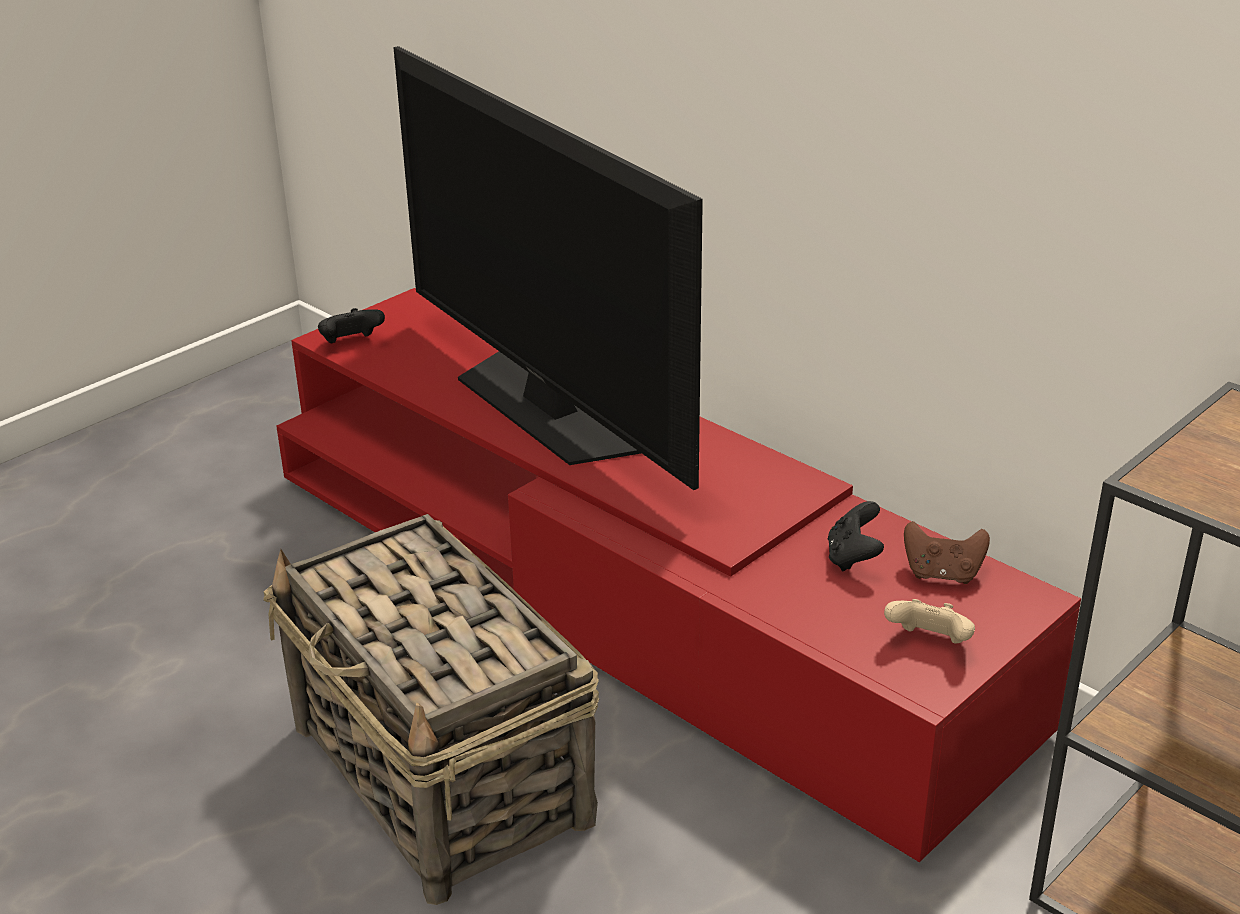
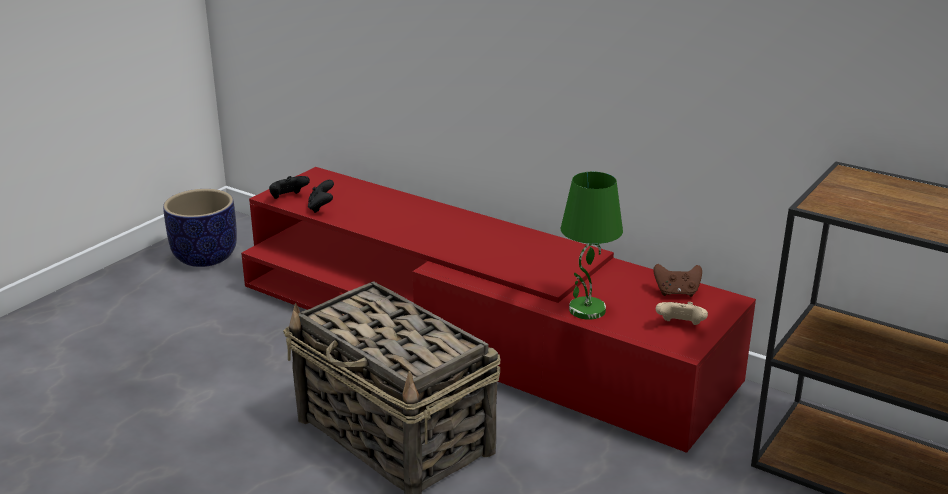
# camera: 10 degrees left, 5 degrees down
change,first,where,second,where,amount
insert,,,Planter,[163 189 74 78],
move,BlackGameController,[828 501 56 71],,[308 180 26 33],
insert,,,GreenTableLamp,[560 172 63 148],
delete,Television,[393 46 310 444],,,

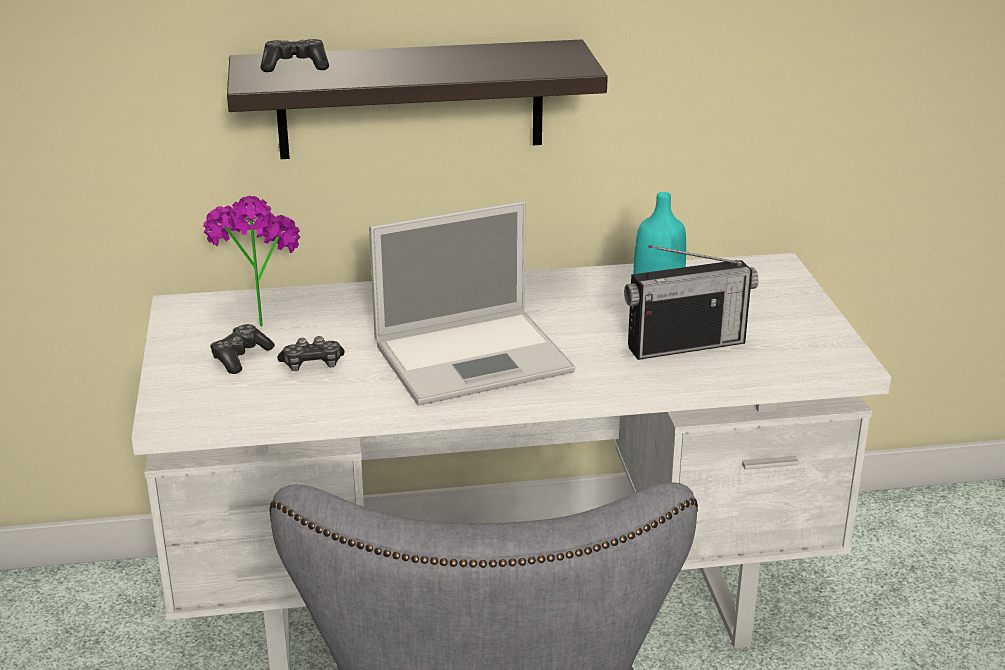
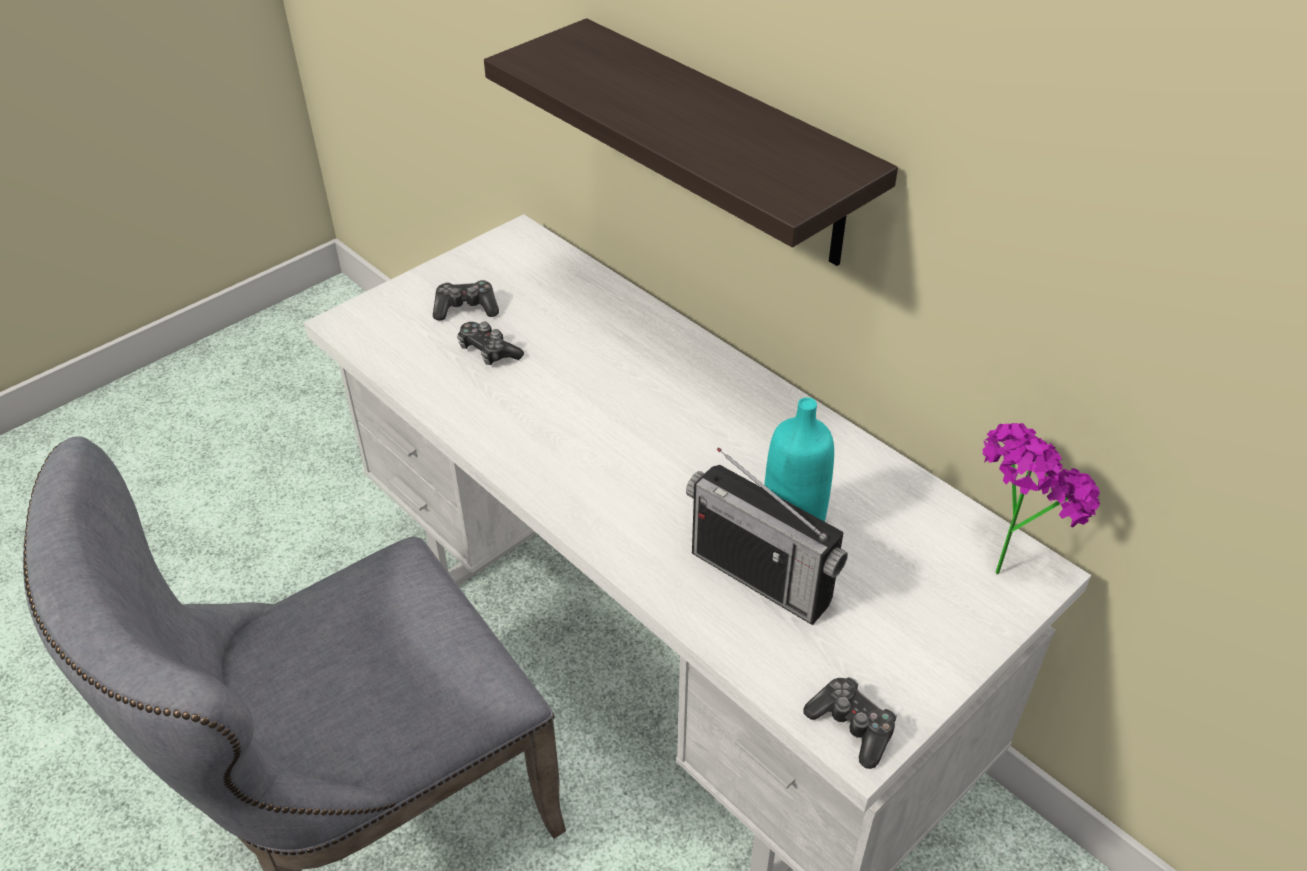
# camera: 55 degrees right, 15 degrees up
change,first,where,second,where,amount
move,GameController,[261 39 68 33],,[803 677 94 92],
move,PottedPlant,[203 196 97 130],,[983 423 117 151],
delete,Laptop,[369 201 206 205],,,

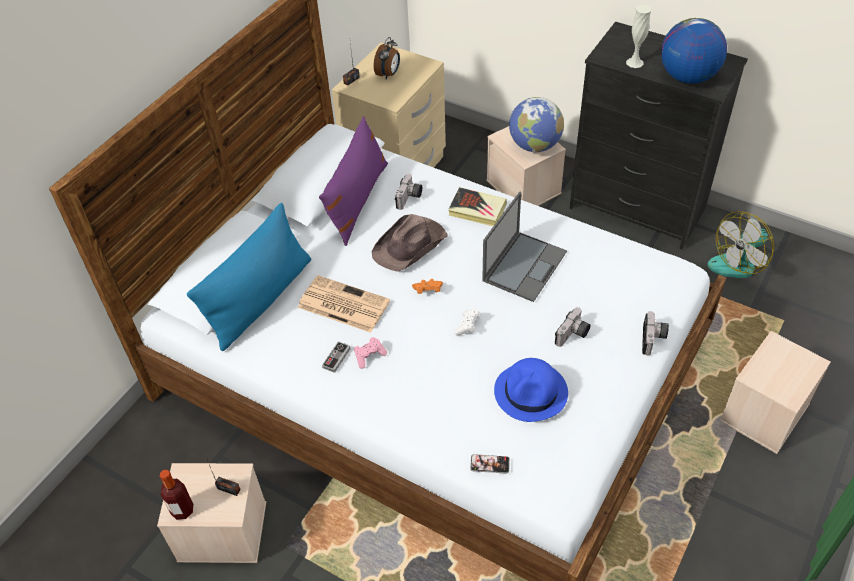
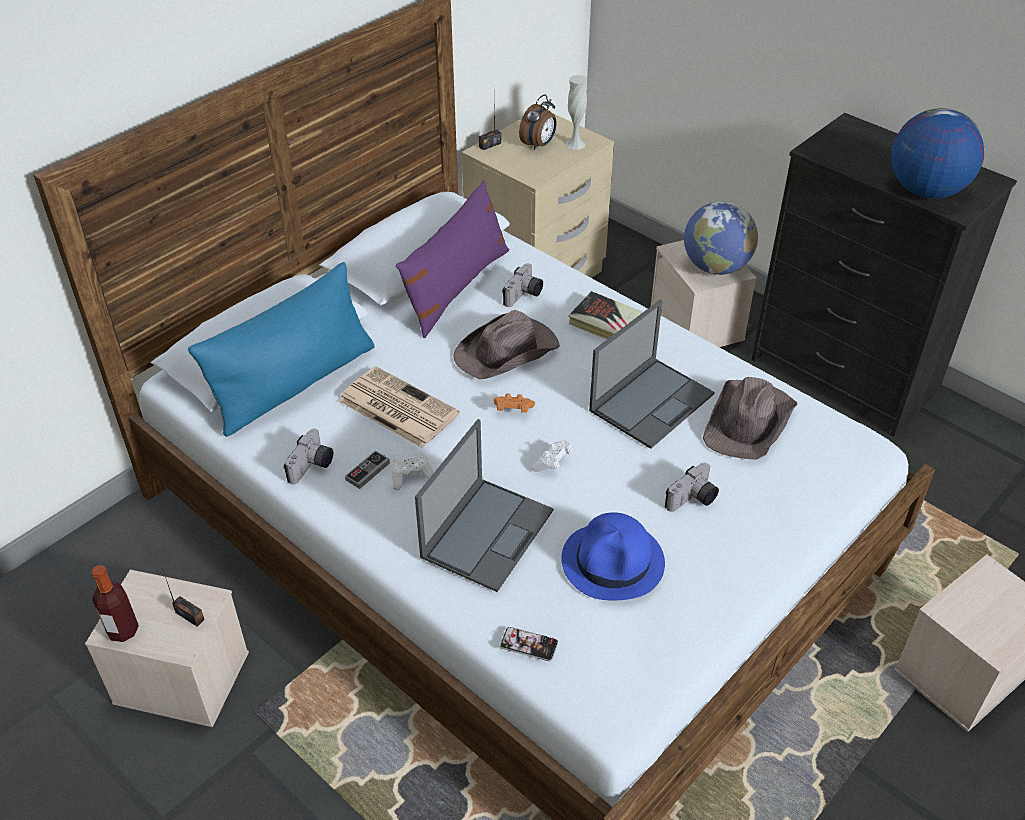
# camera: 10 degrees right, 5 degrees down
change,first,where,second,where,amount
move,PhotoCamera,[642 311 27 44],,[284 429 49 55],
recolor,PinkGameController,[354 337 33 32],WhiteGameController,[391 452 43 38],
insert,,,Laptop,[415 419 139 173],
move,WhiteVase,[626 5 26 63],,[565 75 22 75],
insert,,,BrownHat,[703 377 94 83],
delete,Fan,[707 211 67 67],,,

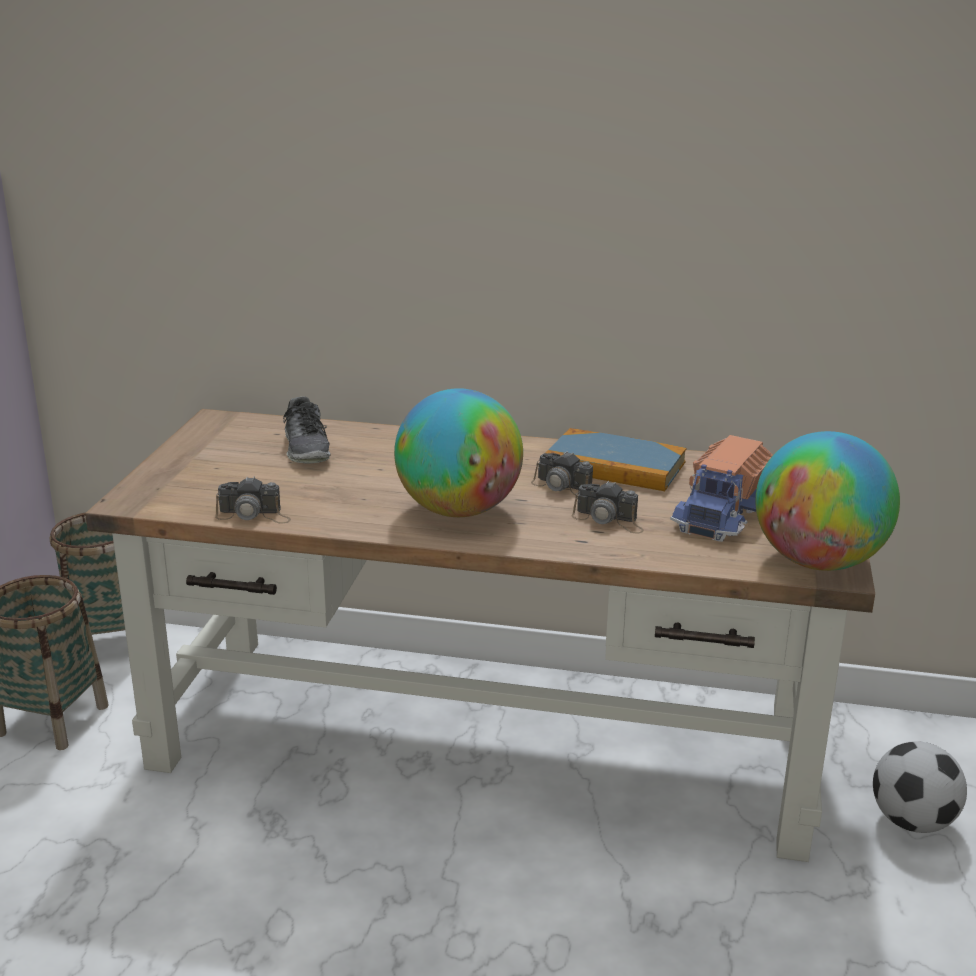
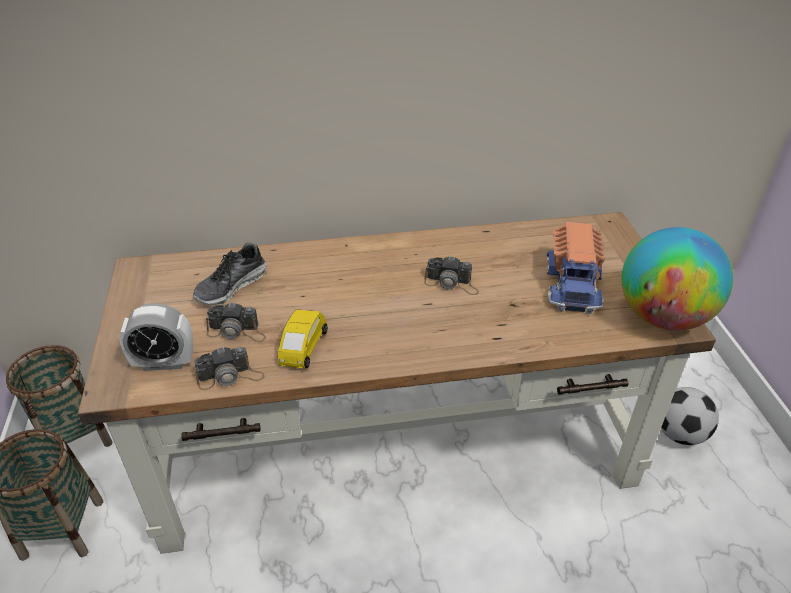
# camera: 20 degrees left, 15 degrees up
change,first,where,second,where,amount
insert,,,AlarmClock,[119 303 74 68],
rotate,Shoe,[283 397 48 66],,[193 242 74 63],75 degrees clockwise
move,PhotoCamera,[572 481 72 52],,[206 302 60 40],
insert,,,YellowToyCar,[278 309 50 60],
delete,Globe,[394 388 129 129],,,
delete,Book,[546 428 141 63],,,

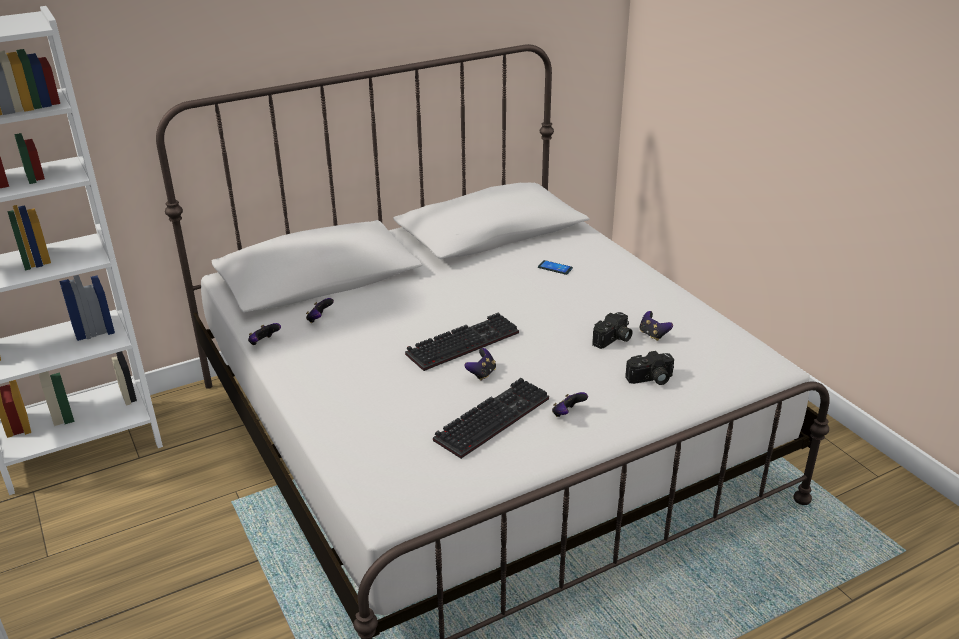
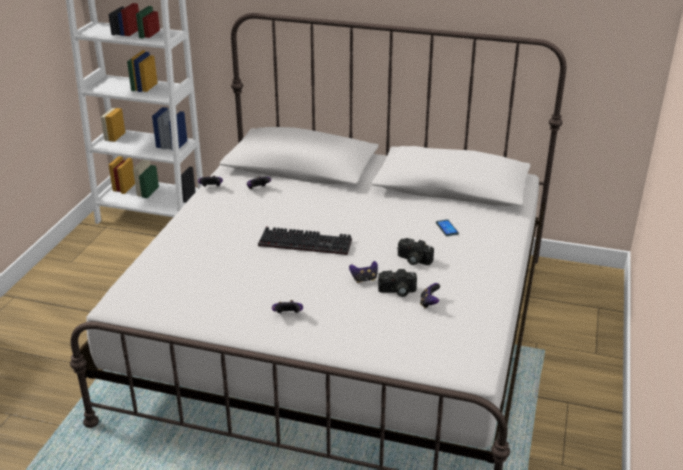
# camera: 45 degrees right, 0 degrees up
change,first,where,second,where,amount
move,GameController,[464 348 32 33],,[349 261 29 22],
move,PhotoCamera,[625 351 49 34],,[397 238 37 27],
delete,Keyboard,[433 378 116 81],,,

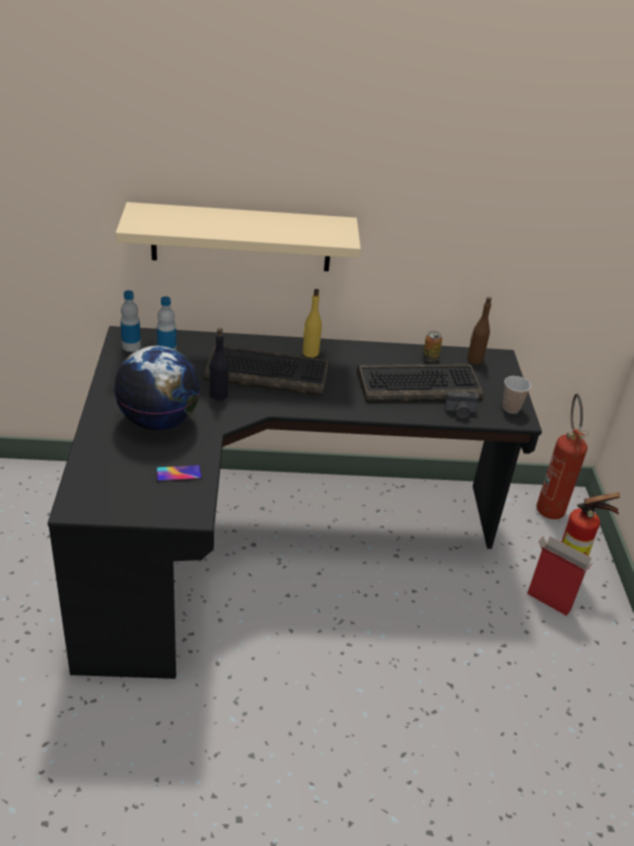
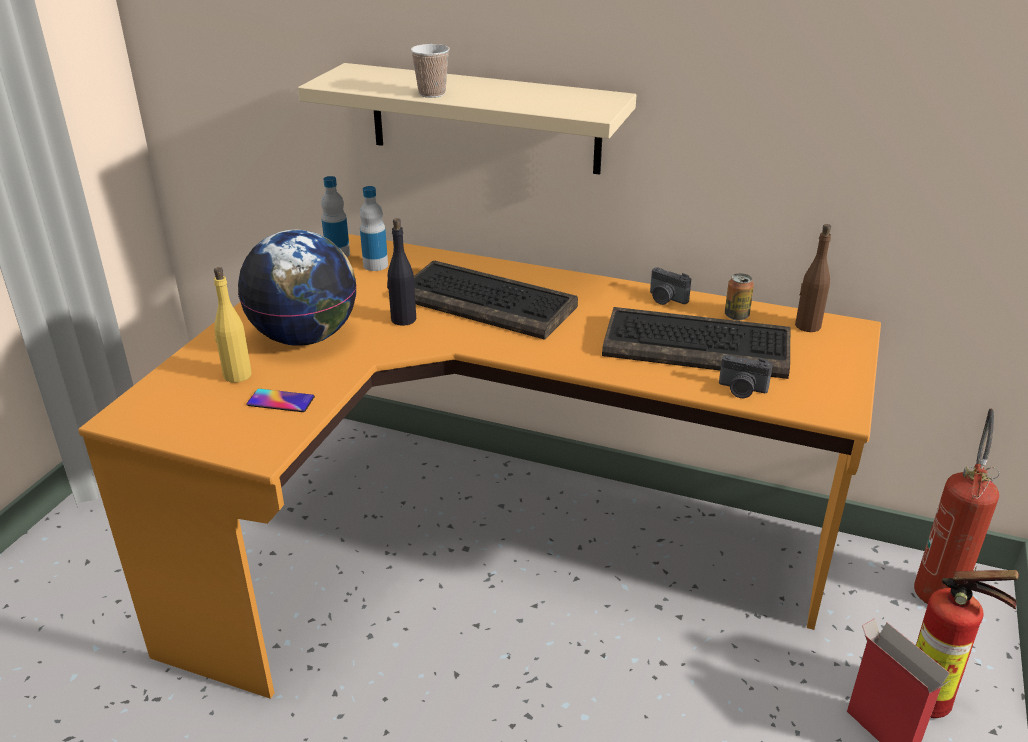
# camera: 25 degrees right, 5 degrees down
change,first,where,second,where,amount
recolor,BlackDesk,[48 326 494 353],OrangeDesk,[78 234 803 465],
move,YellowBottle,[302 289 20 68],,[214 267 38 116],
move,Cup,[502 376 29 37],,[411 44 39 54],
insert,,,PhotoCamera,[650 267 41 38],

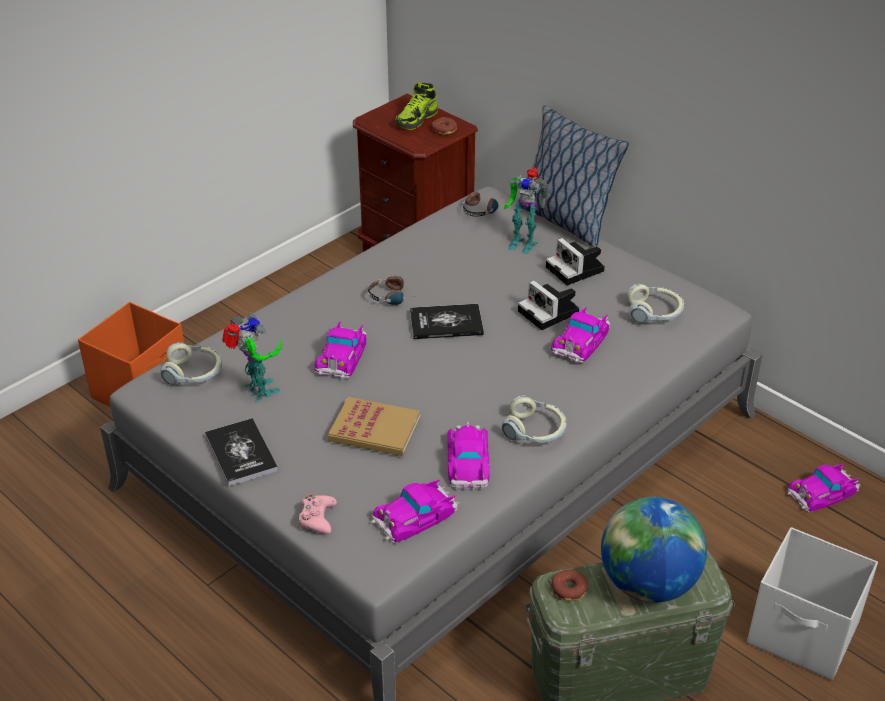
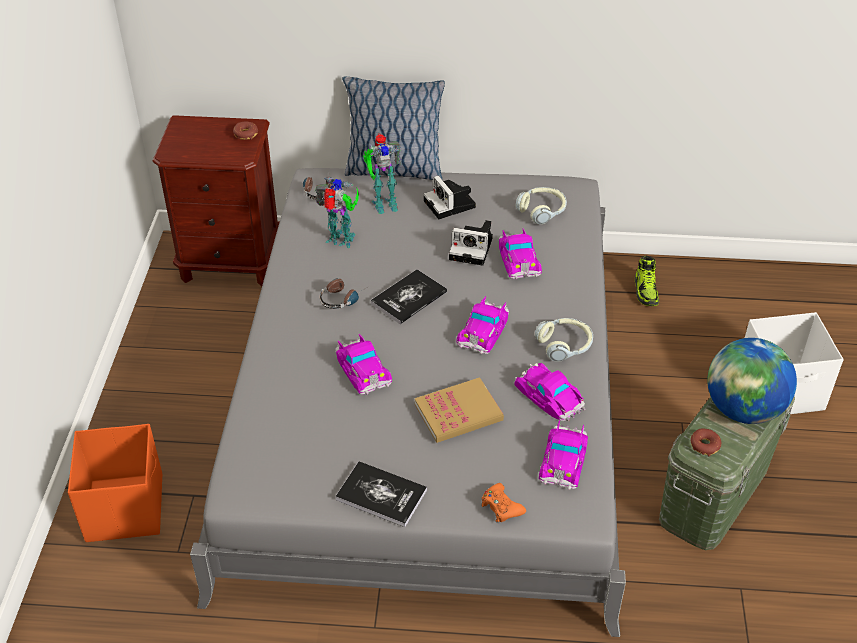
# camera: 40 degrees left, 5 degrees up
change,first,where,second,where,amount
move,ToyRobot,[222 312 60 90],,[315 177 44 71],
rotate,PhotoCamera,[546 238 59 47],,[423 176 53 43],45 degrees clockwise
move,ToyCar,[787 464 73 48],,[456 296 53 58],
recolor,PinkGameController,[298 495 39 39],OrangeGameController,[481 483 45 40],
move,Shoe,[395 82 43 48],,[635 256 24 50],
delete,Headphones,[160 342 63 43],,,

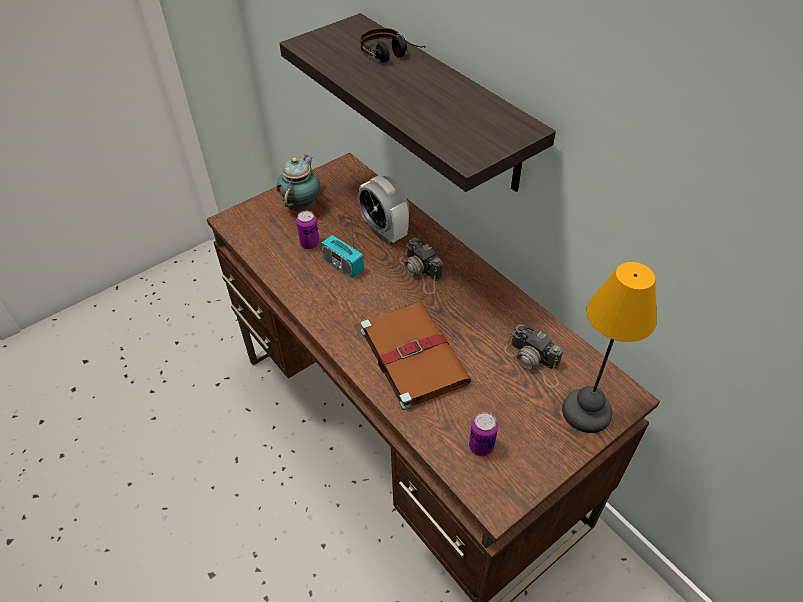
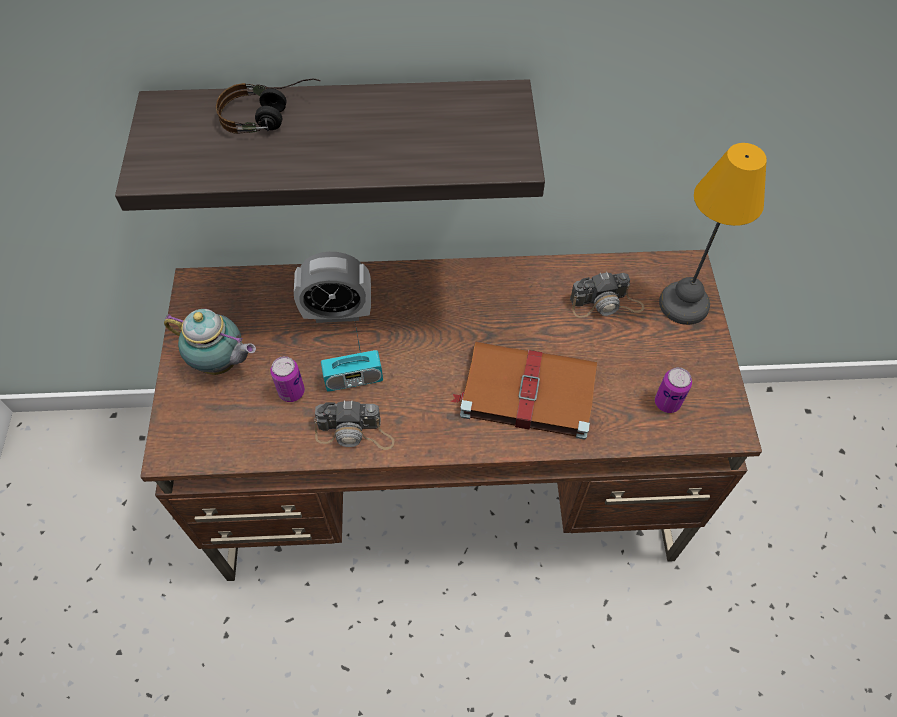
# camera: 55 degrees left, 10 degrees up
change,first,where,second,where,amount
rotate,Teapot,[277 155 43 56],,[164 309 92 66],150 degrees clockwise
move,PhotoCamera,[399 238 44 56],,[314 400 80 50],

